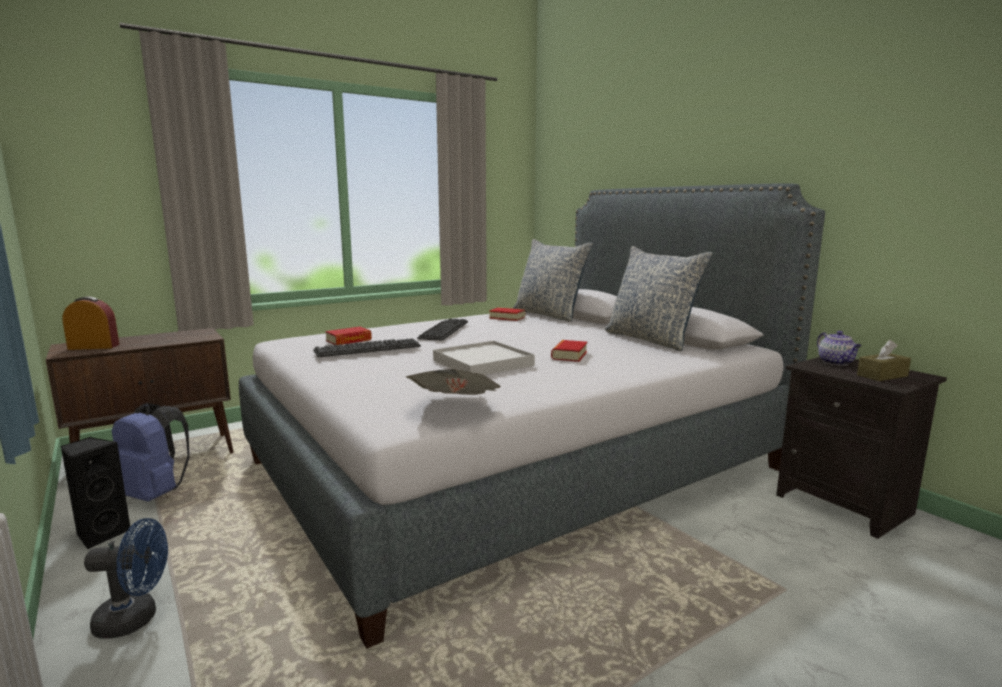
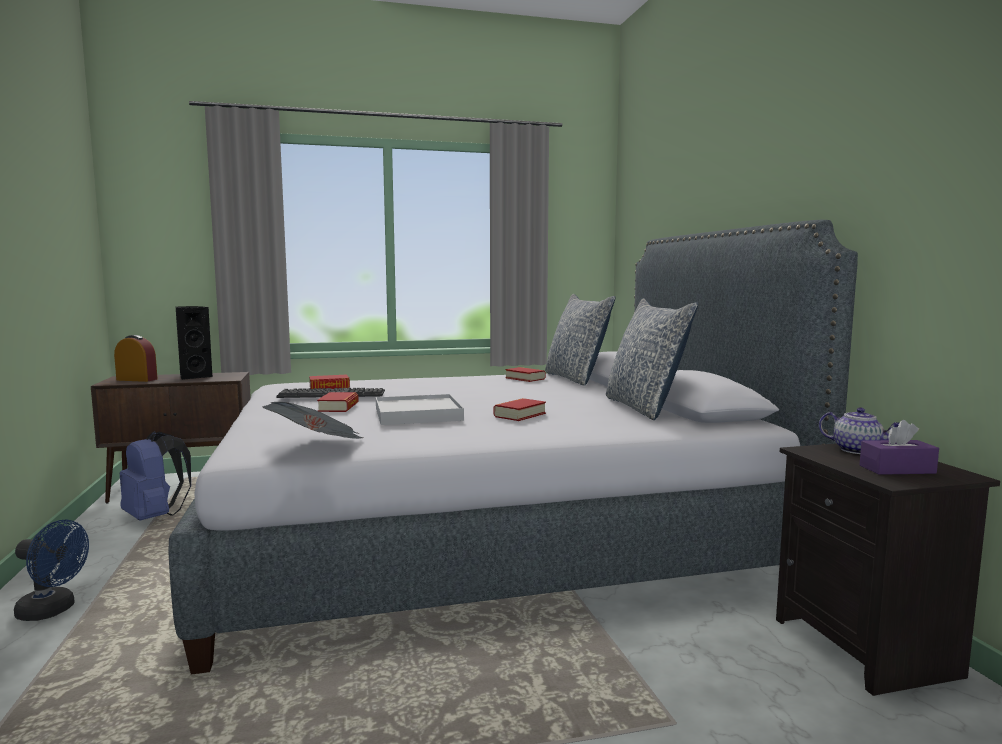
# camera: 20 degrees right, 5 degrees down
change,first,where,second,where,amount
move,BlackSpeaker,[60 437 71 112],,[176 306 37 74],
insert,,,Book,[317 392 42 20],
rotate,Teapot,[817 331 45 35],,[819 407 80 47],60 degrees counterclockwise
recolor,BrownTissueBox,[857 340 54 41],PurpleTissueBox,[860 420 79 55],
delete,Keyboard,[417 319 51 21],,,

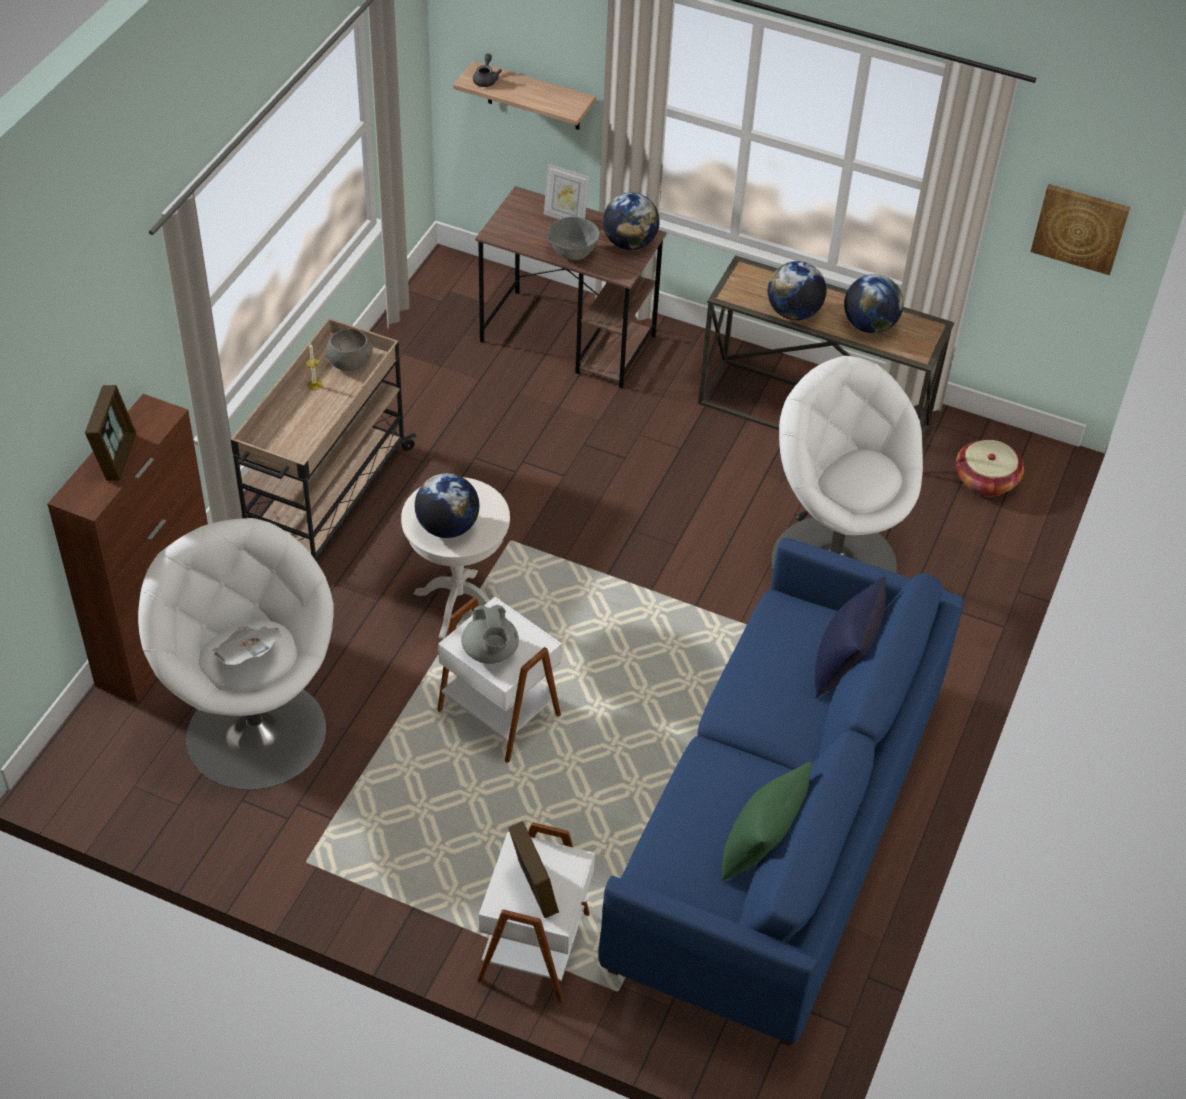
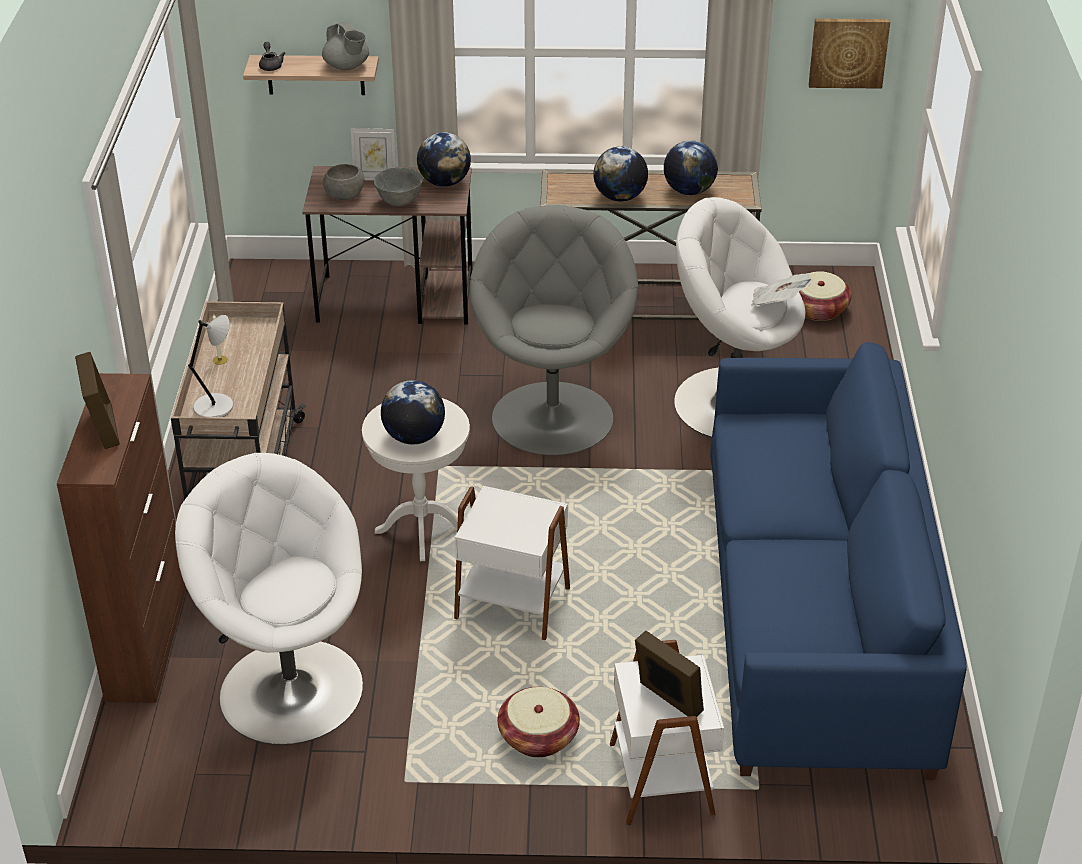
# camera: 20 degrees left, 10 degrees down
change,first,where,second,where,amount
insert,,,GreyTableLamp,[188 315 45 102],
move,GreyTeapot,[461 605 58 59],,[322 22 47 49],
move,GreyBowl,[326 329 47 42],,[323 164 41 36],
insert,,,GreyArmchair,[470 205 168 250],
insert,,,Basket,[498 687 82 70],
move,Newspaper,[212 626 70 39],,[751 273 61 33],
delete,GreenPillow,[721 762 91 119],,,
delete,BluePillow,[815 576 71 122],,,

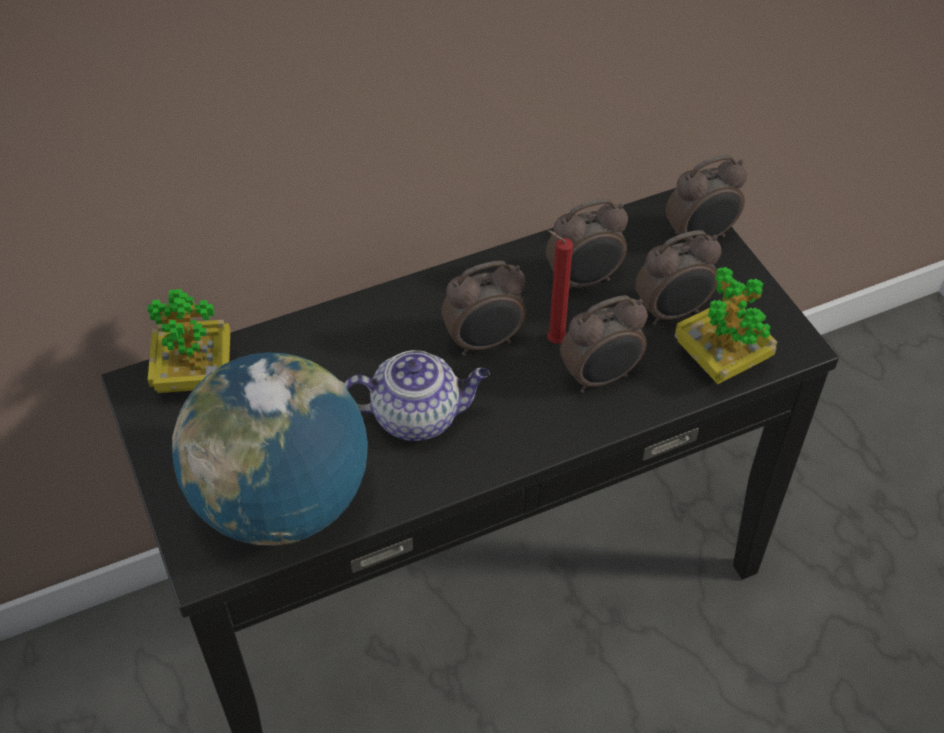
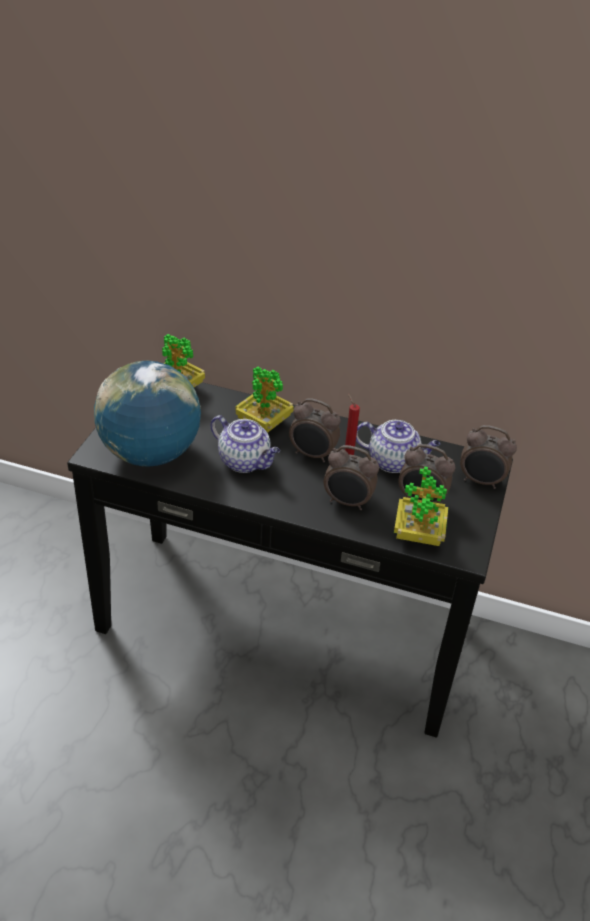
# camera: 40 degrees right, 10 degrees down
change,first,where,second,where,amount
insert,,,PottedPlant,[235 367 59 66],
replace,AlarmClock,[546 199 82 90],Teapot,[356 420 84 53],

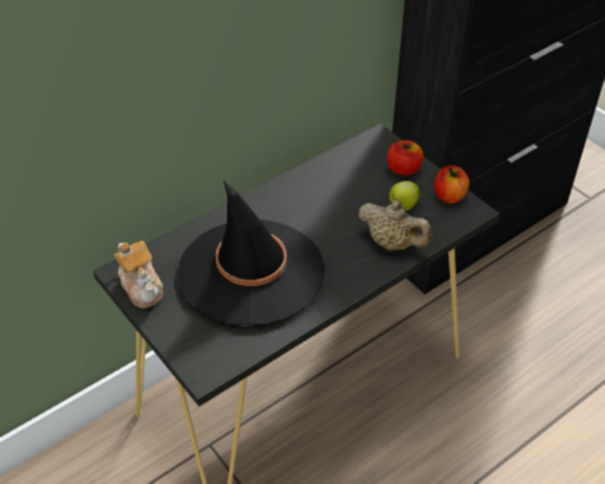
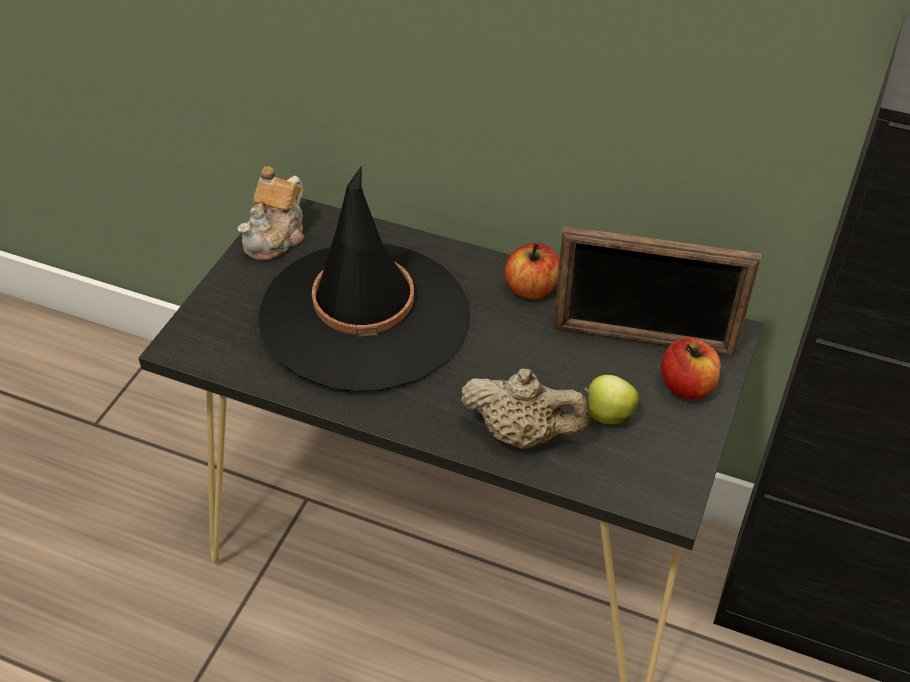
# camera: 60 degrees right, 0 degrees up
change,first,where,second,where,amount
rotate,BeigeTeapot,[358 200 74 51],,[461 368 130 81],75 degrees counterclockwise
move,Apple,[434 165 35 38],,[505 243 55 56],
insert,,,PictureFrame,[554 226 207 130],

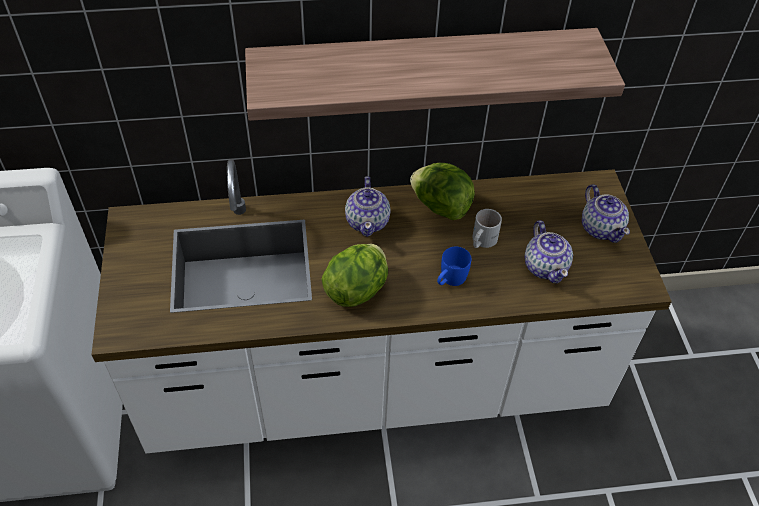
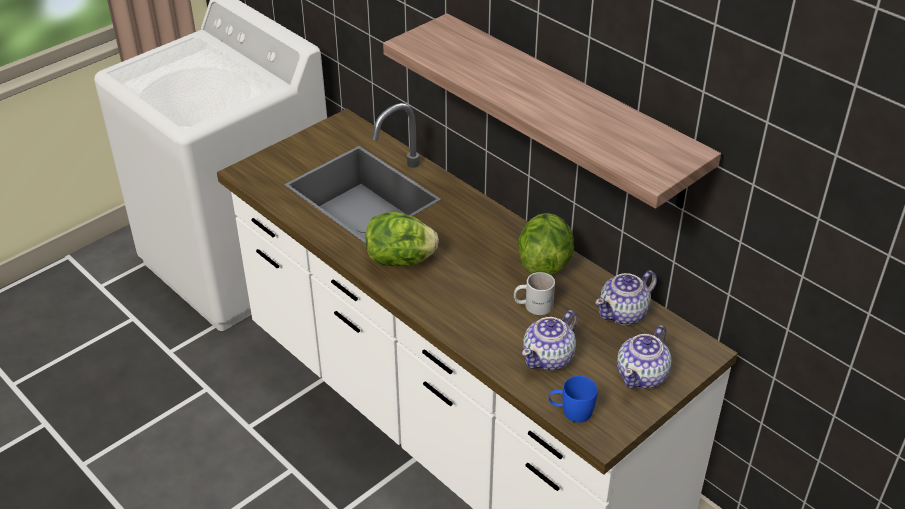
# camera: 55 degrees right, 10 degrees down
change,first,where,second,where,amount
move,BlueMug,[437 247 34 39],,[549 376 49 47],
move,Teapot,[345 176 45 61],,[595 270 62 55],

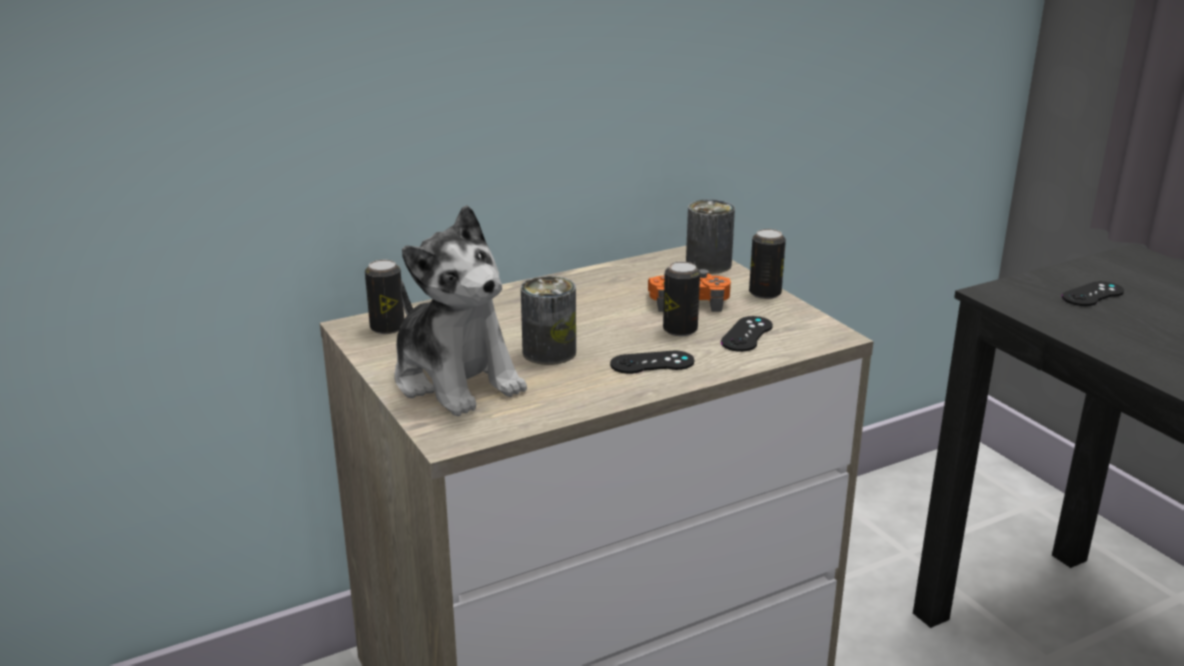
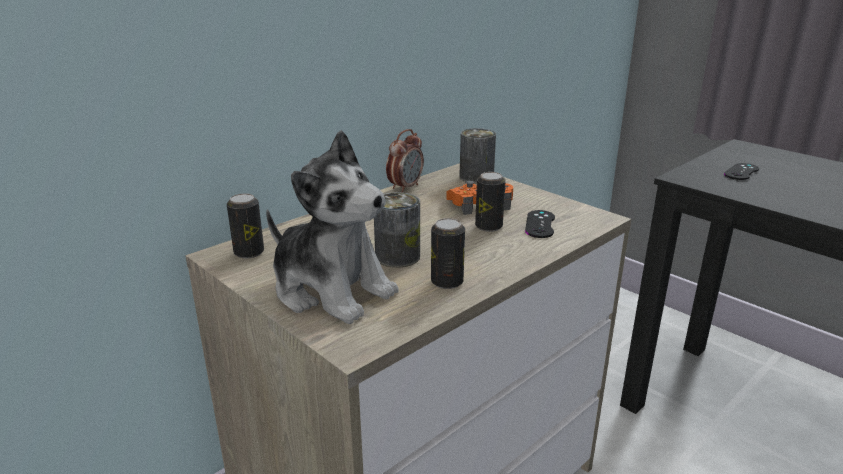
# camera: 15 degrees left, 0 degrees up
change,first,where,second,where,amount
insert,,,AlarmClock,[386 129 38 64],
move,Can,[749 229 37 70],,[431 218 34 71],
delete,BlackGameController,[610 351 84 23],,,

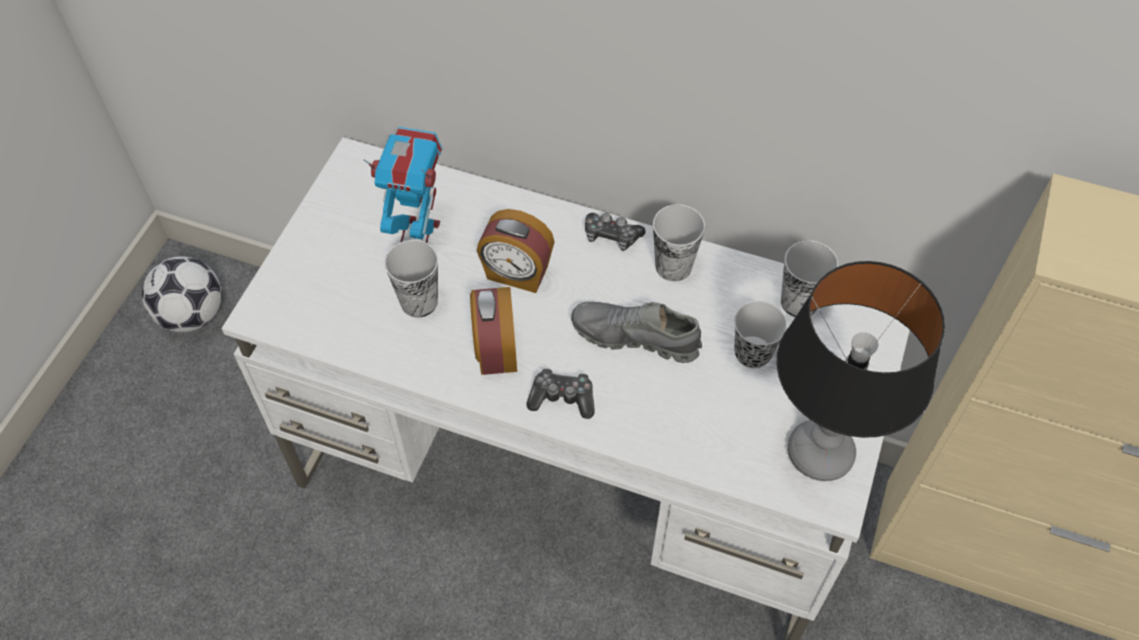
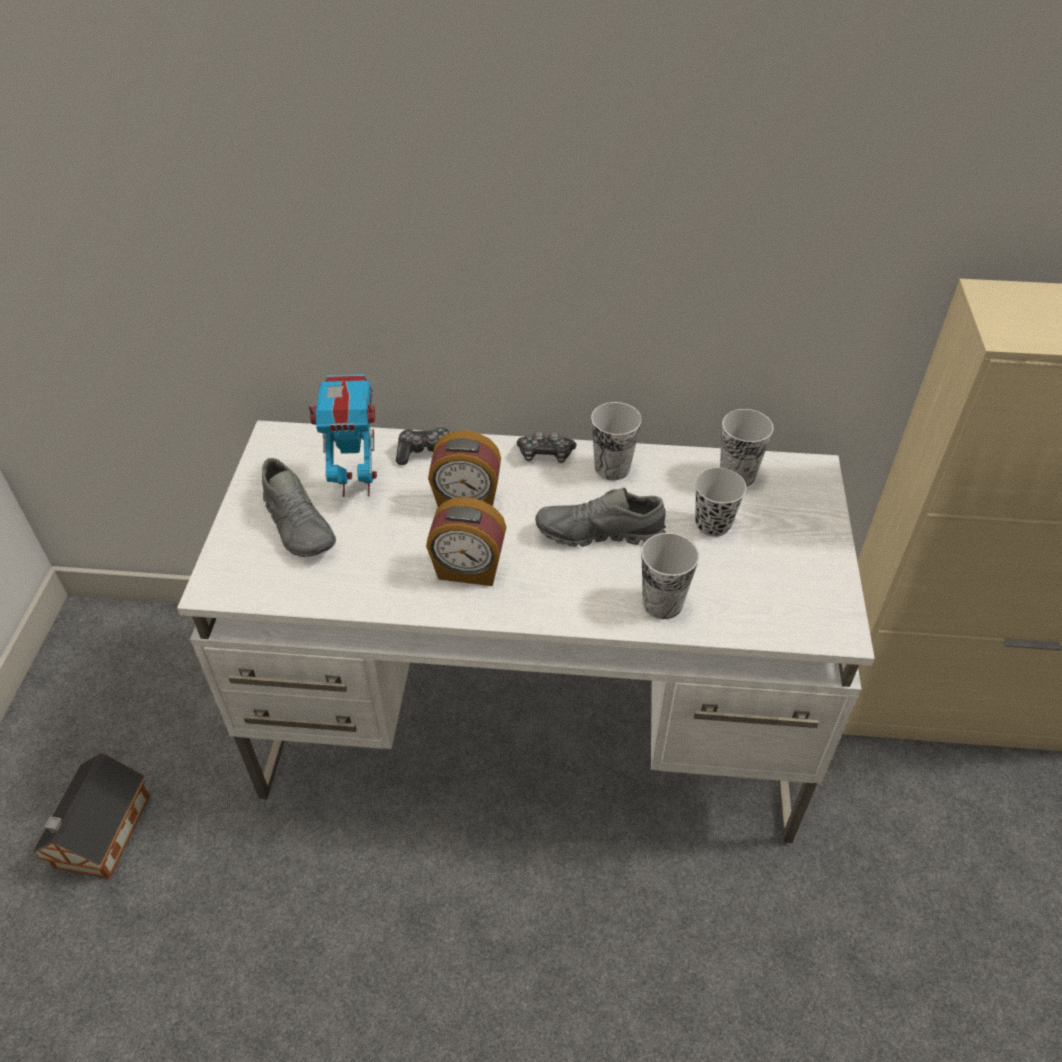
# camera: 15 degrees left, 10 degrees down
change,first,where,second,where,amount
insert,,,ToyHouse,[32 753 118 126],
insert,,,GreyShoe,[262 458 74 99],
move,GameController,[526 368 69 51],,[396 426 54 39],
rotate,AlarmClock,[470 287 47 88],,[426 497 80 89],60 degrees counterclockwise
move,Cup,[385 240 53 77],,[641 533 58 86],
delete,Football,[142 256 80 76],,,
delete,TableLamp,[777 261 168 220],,,

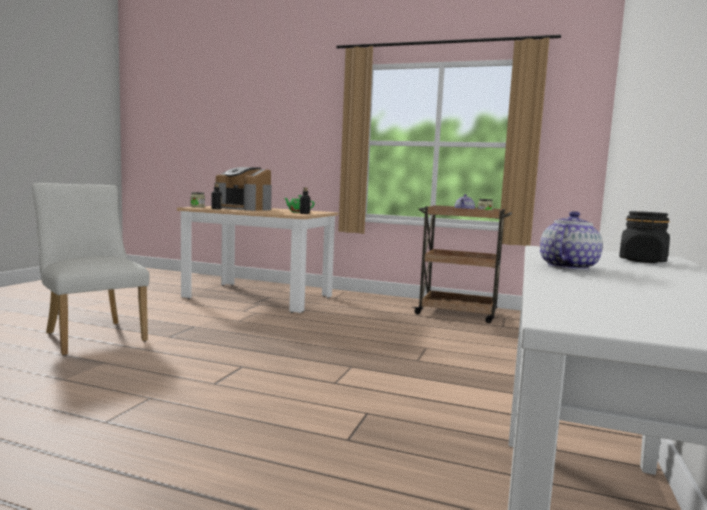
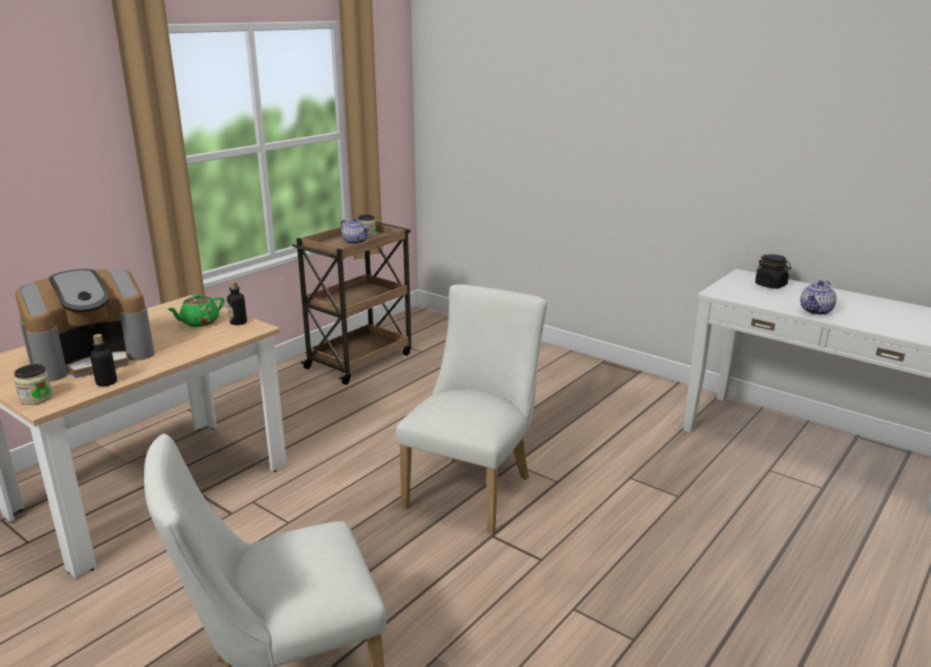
# camera: 70 degrees left, 15 degrees up
change,first,where,second,where,amount
insert,,,WhiteChair,[396 284 151 250],
rotate,Teapot,[540 211 63 60],,[800 280 37 35],105 degrees counterclockwise

